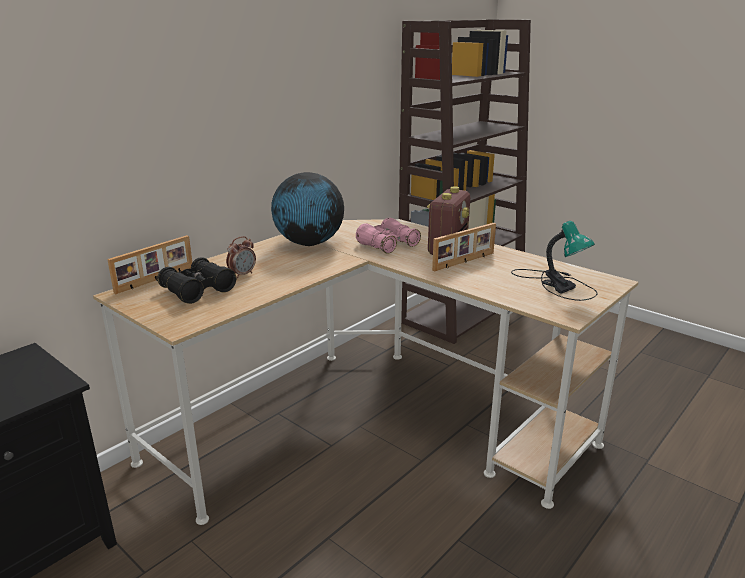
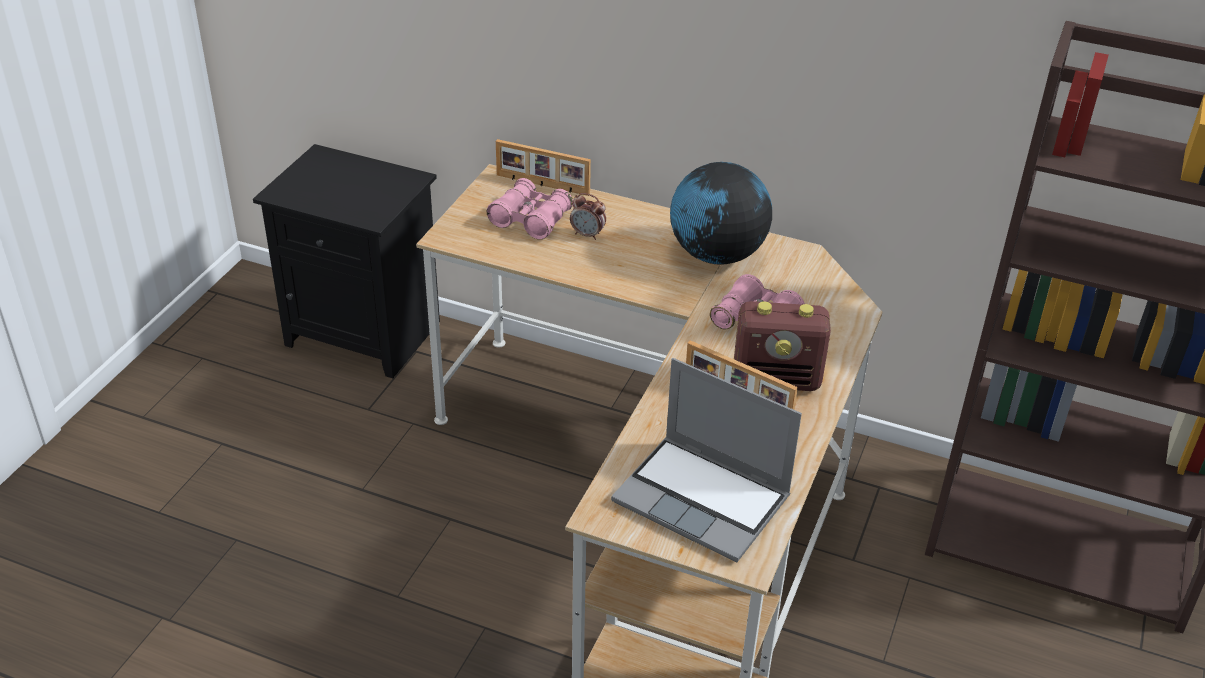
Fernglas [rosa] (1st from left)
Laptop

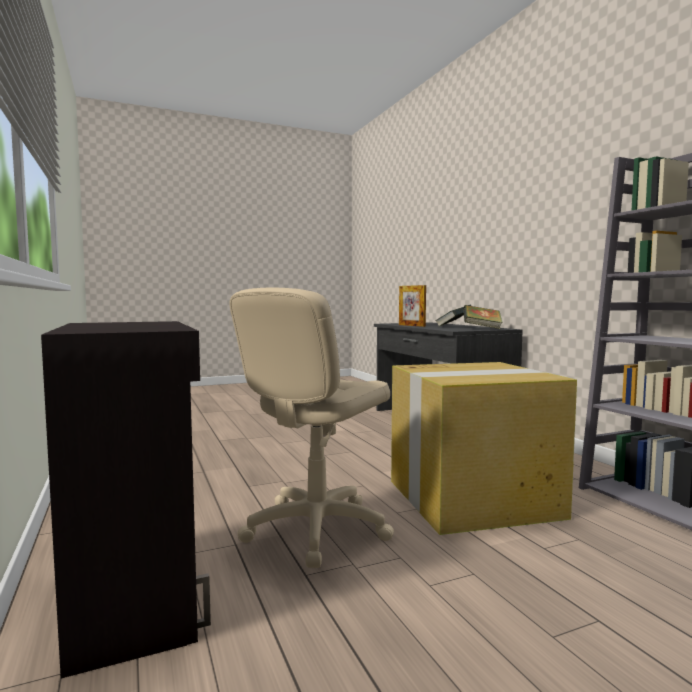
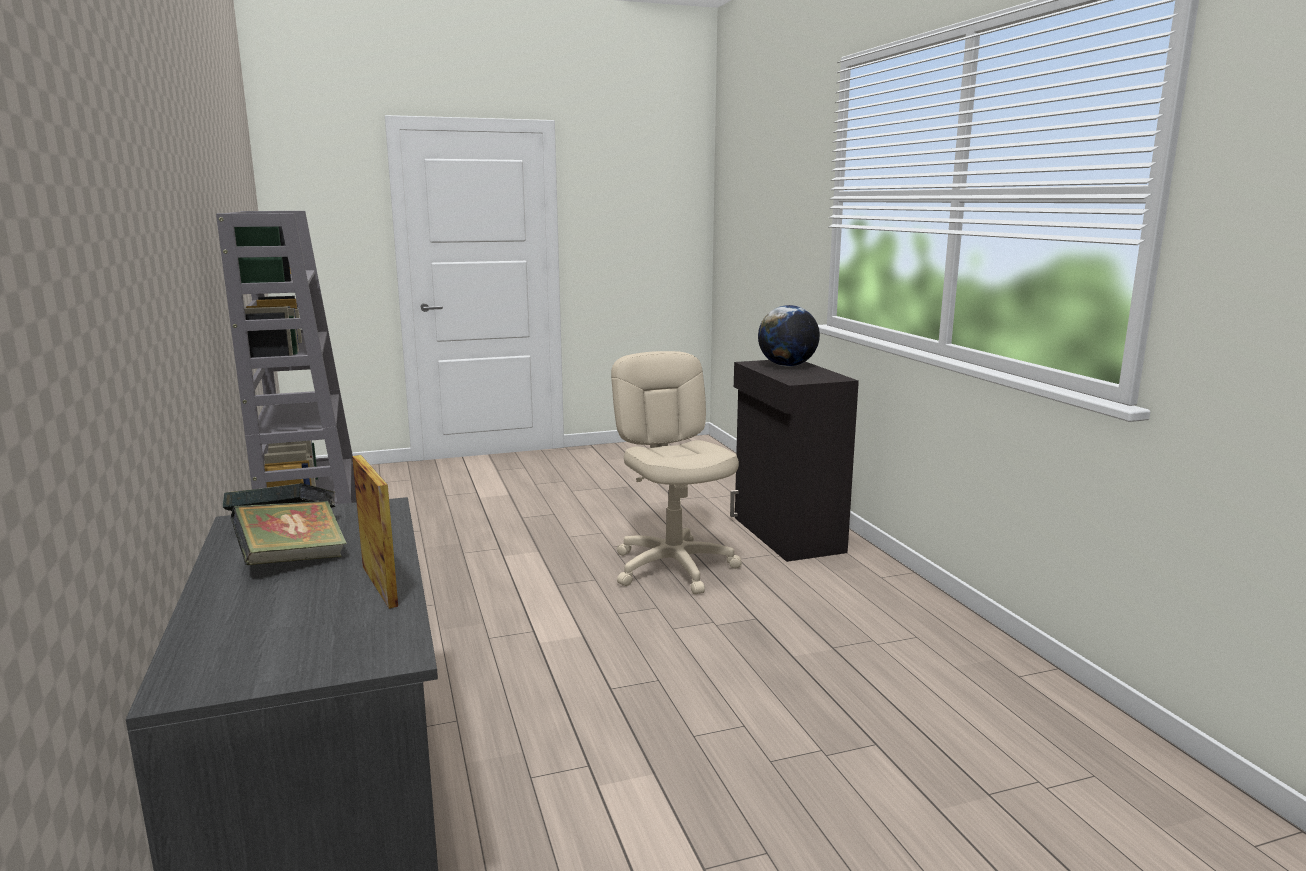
Bürostuhl [beige]
Karton
Globus

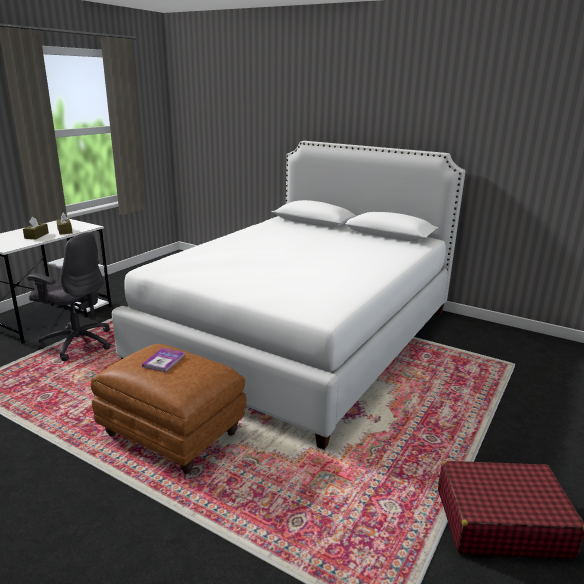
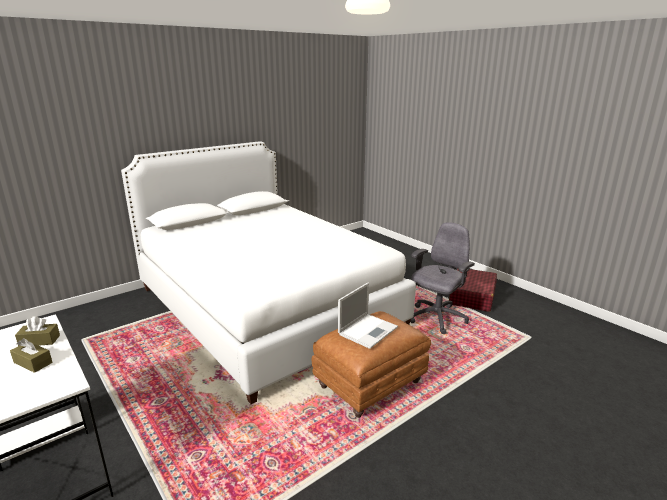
Bürostuhl [grau]
Laptop

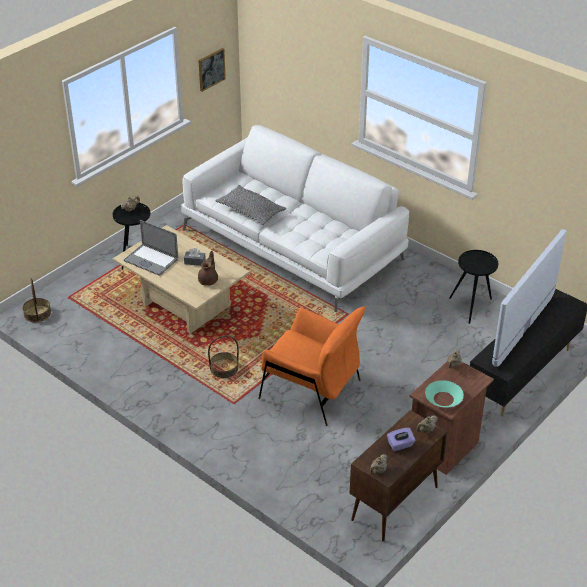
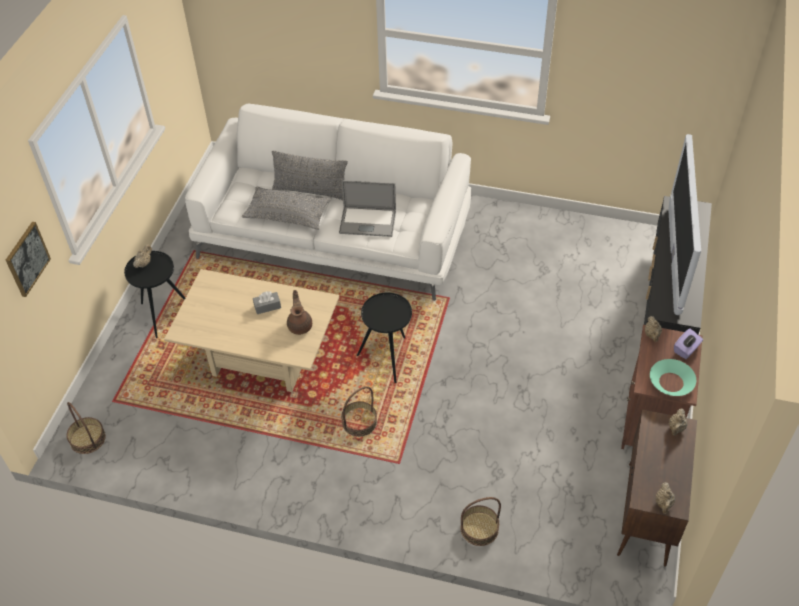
Laptop
Bild
Sessel [orange]
Taschentuchbox [lila]
Beistelltisch [schwarz] (2nd from left)
Kissen [grau] (2nd from left)
Korb (3rd from left)

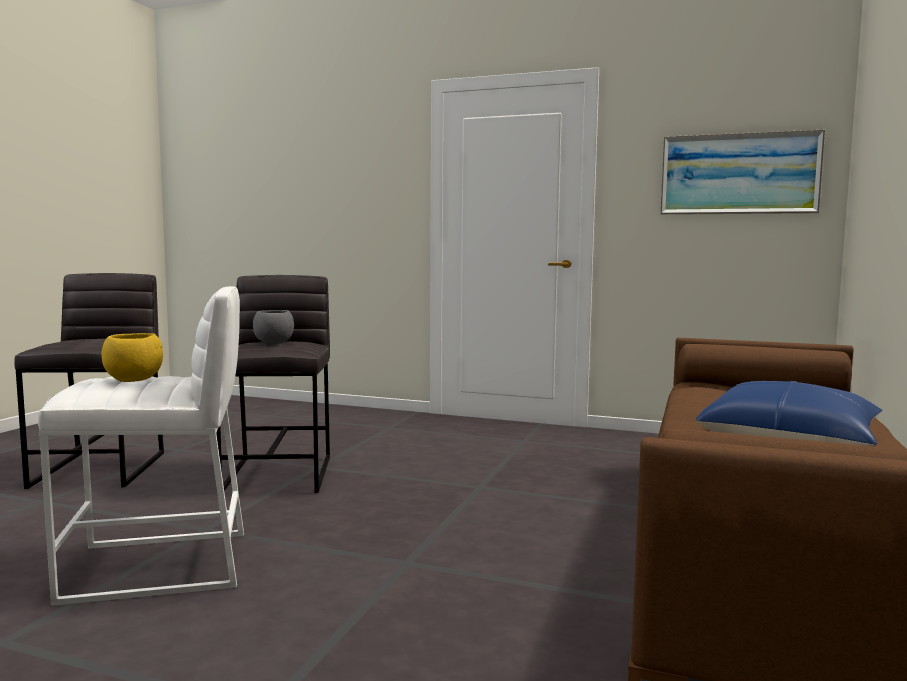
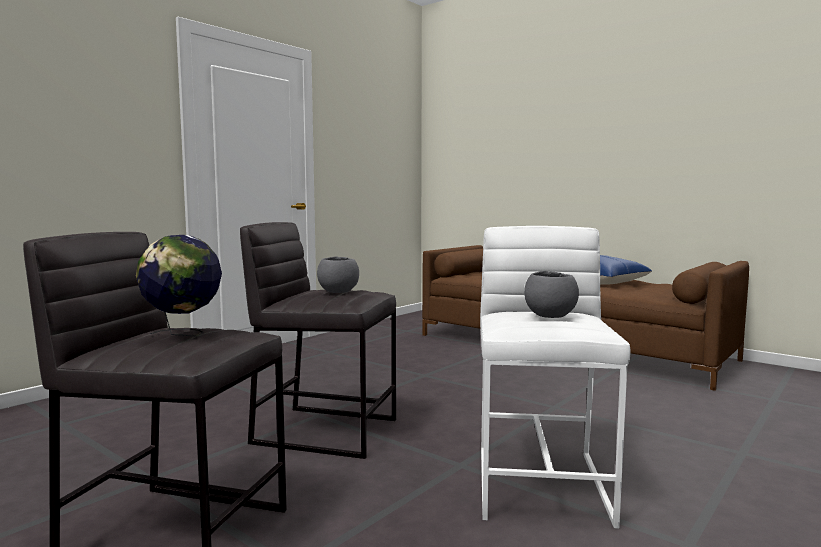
Schüssel [grau] (2nd from left)
Bild
Globus

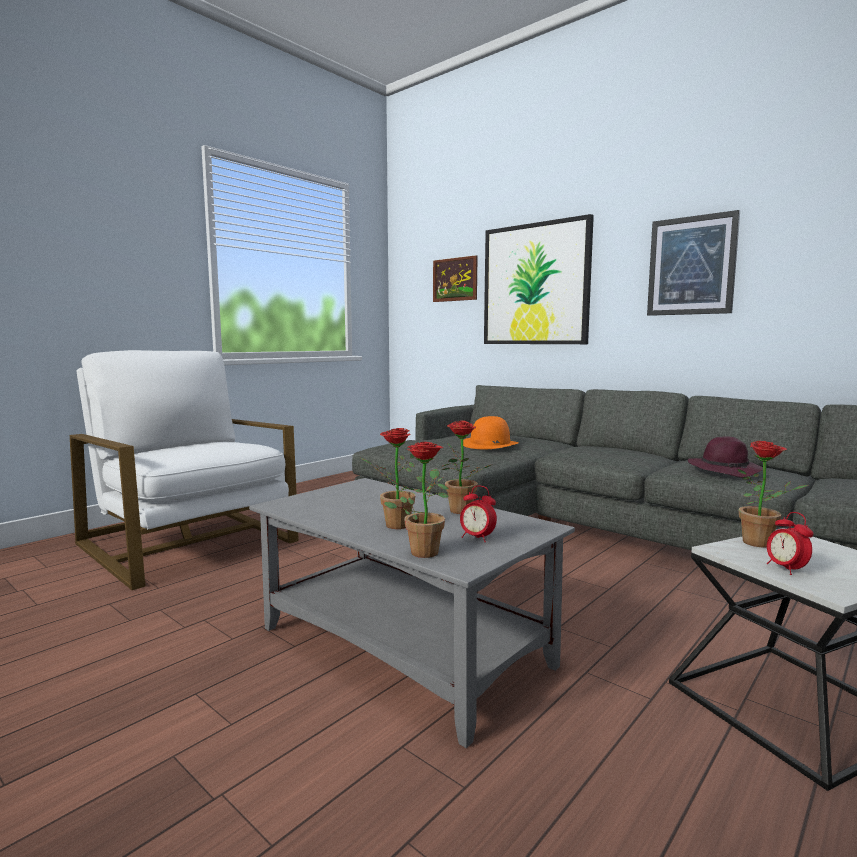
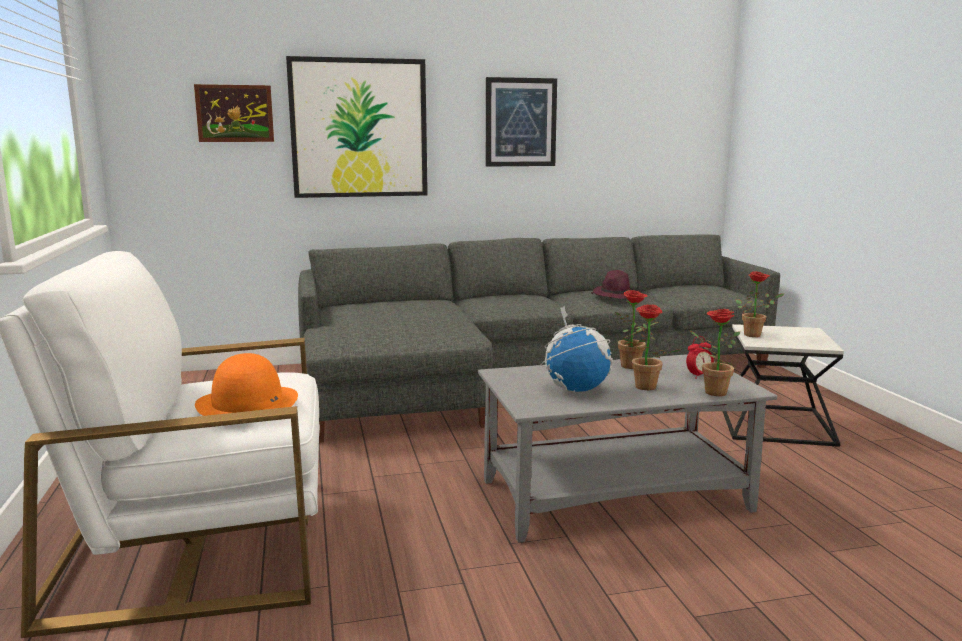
Hut [orange]
Wecker (2nd from left in the first image)
Globus

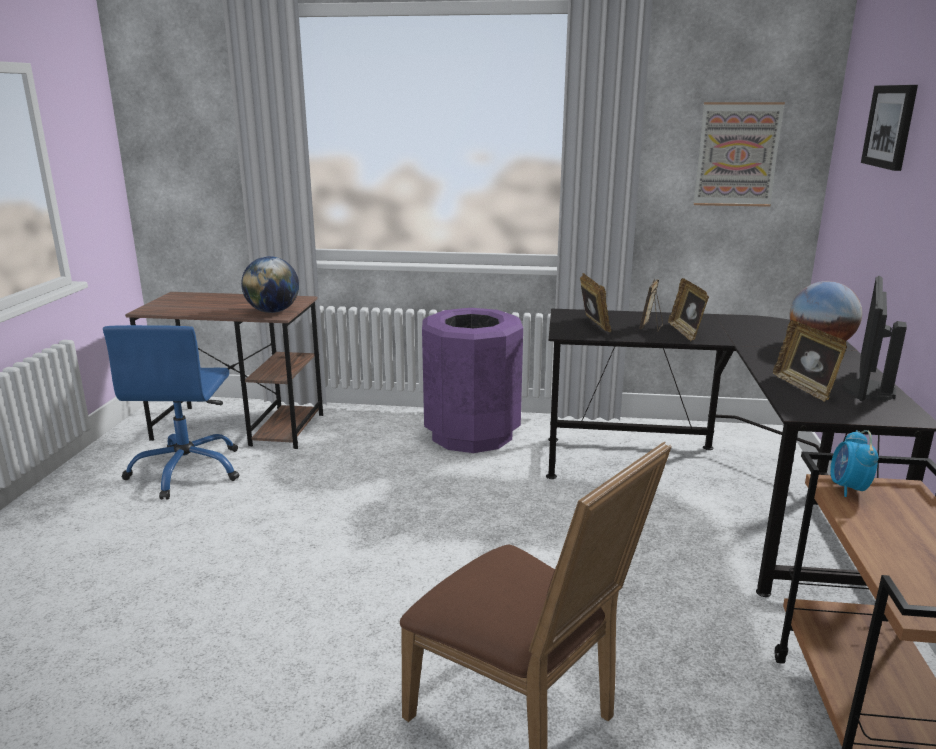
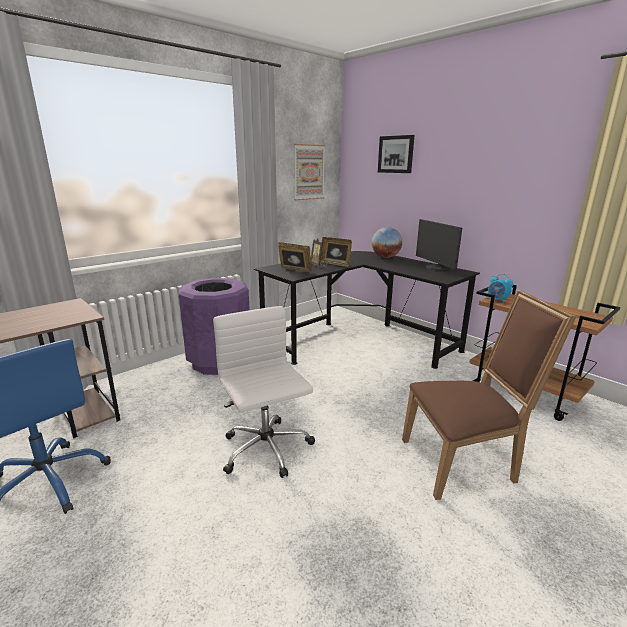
Globus (1st from left in the first image)
Bilderrahmen (4th from left in the first image)
Bürostuhl [weiß]

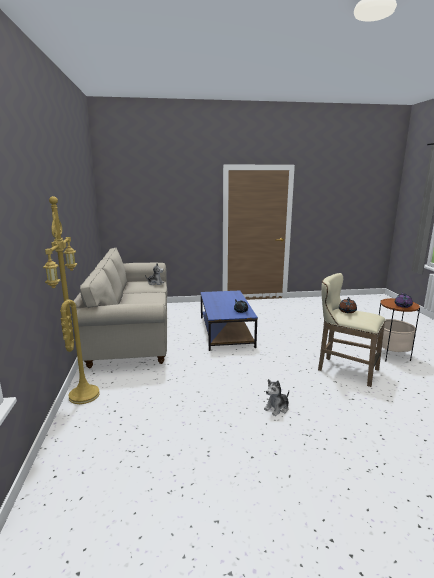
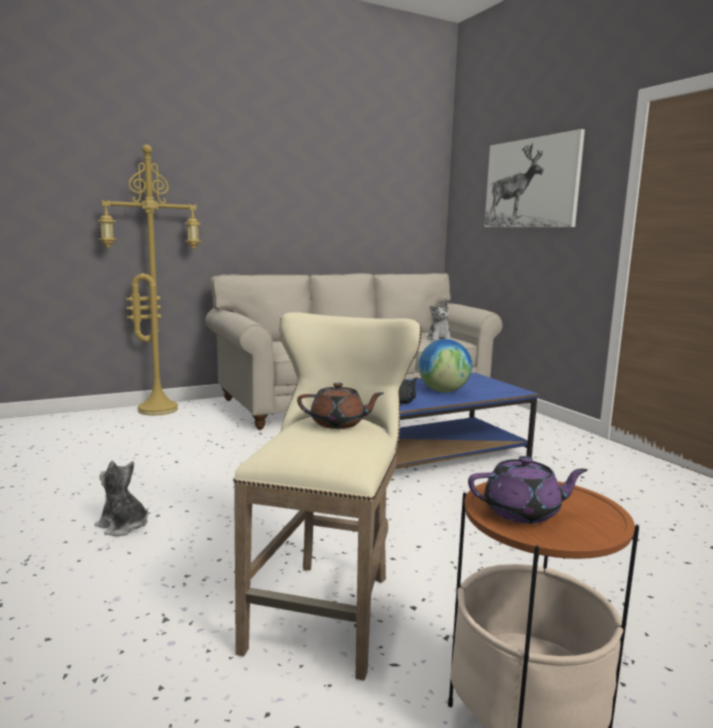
Globus
Bild

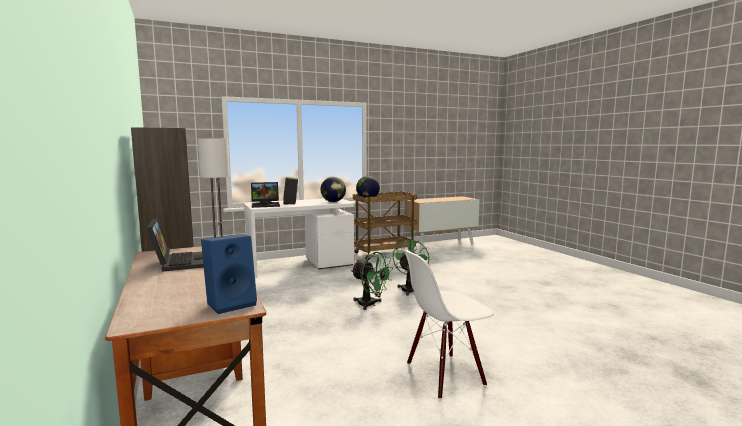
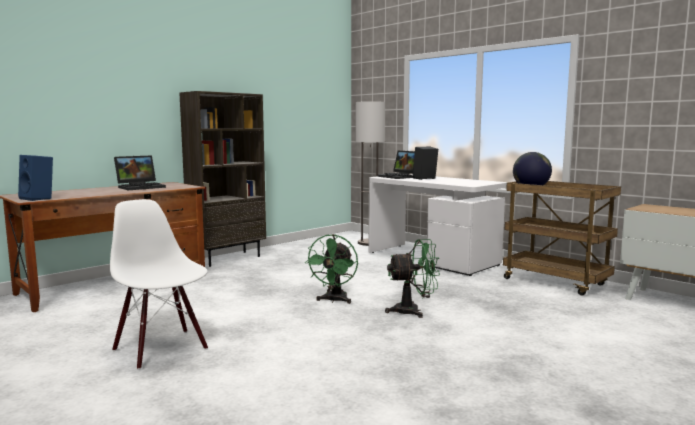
Globus (1st from left in the first image)

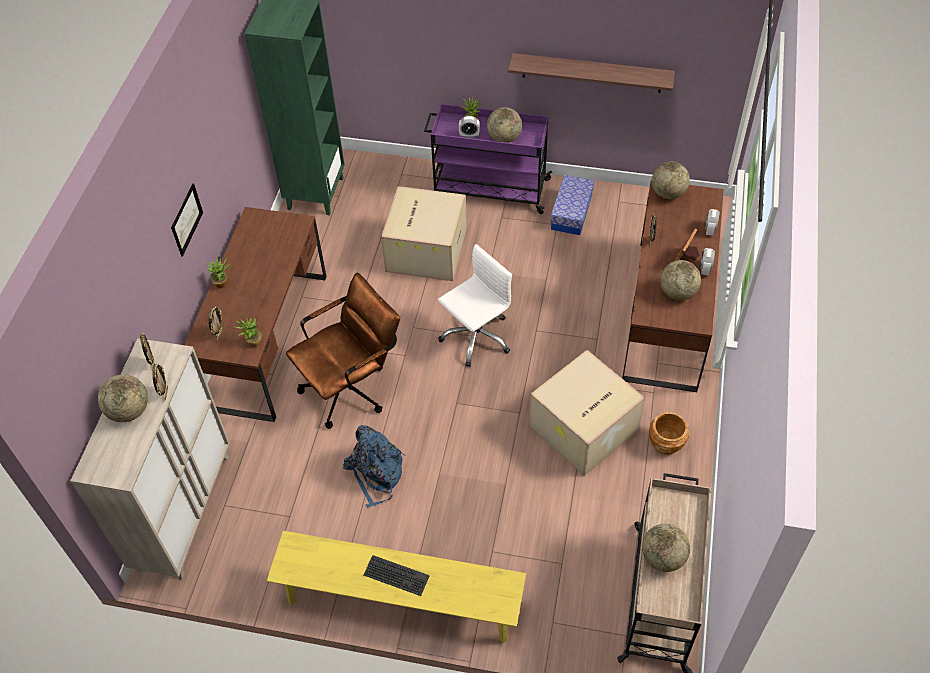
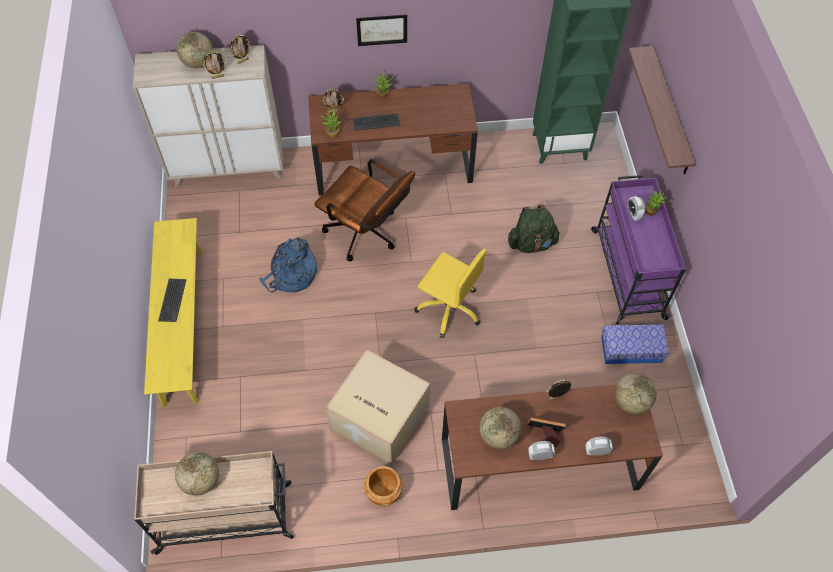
Rucksack [grün]
Bürostuhl [gelb]
Globus (2nd from left in the first image)
Wandregal
Tastatur (2nd from left)

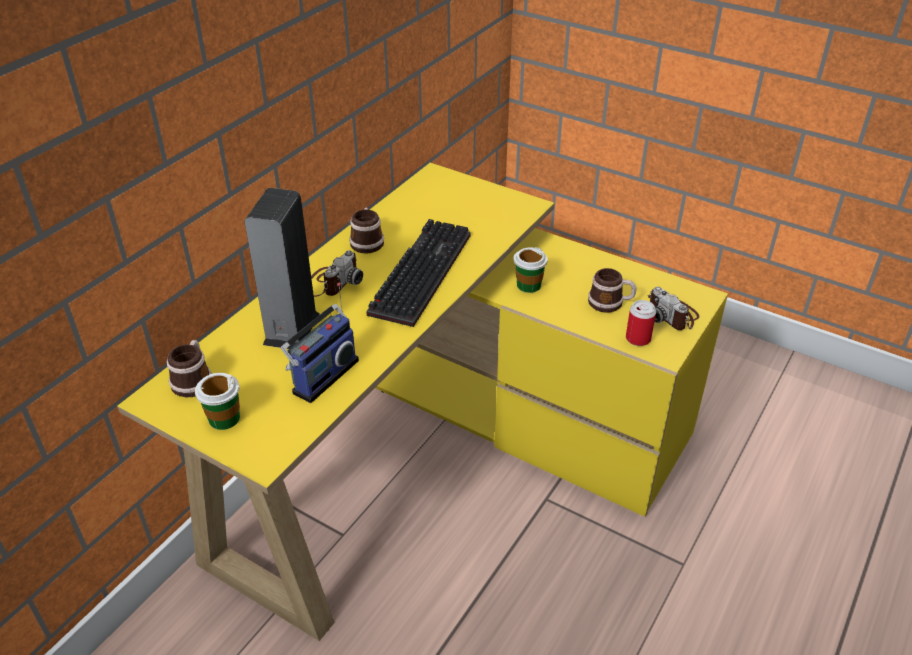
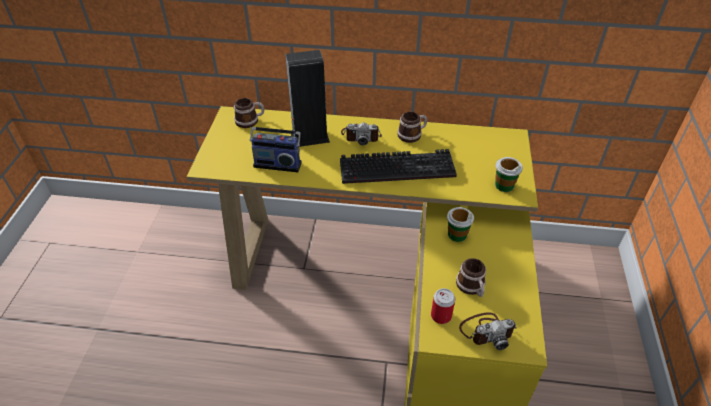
Tasse (2nd from left)
Kamera (2nd from left)

